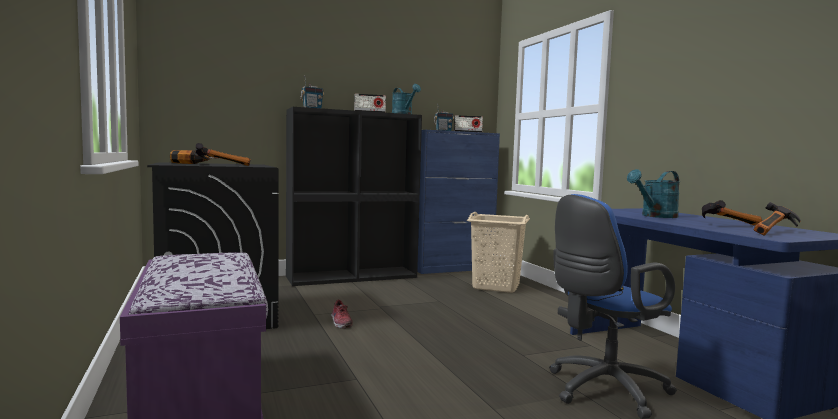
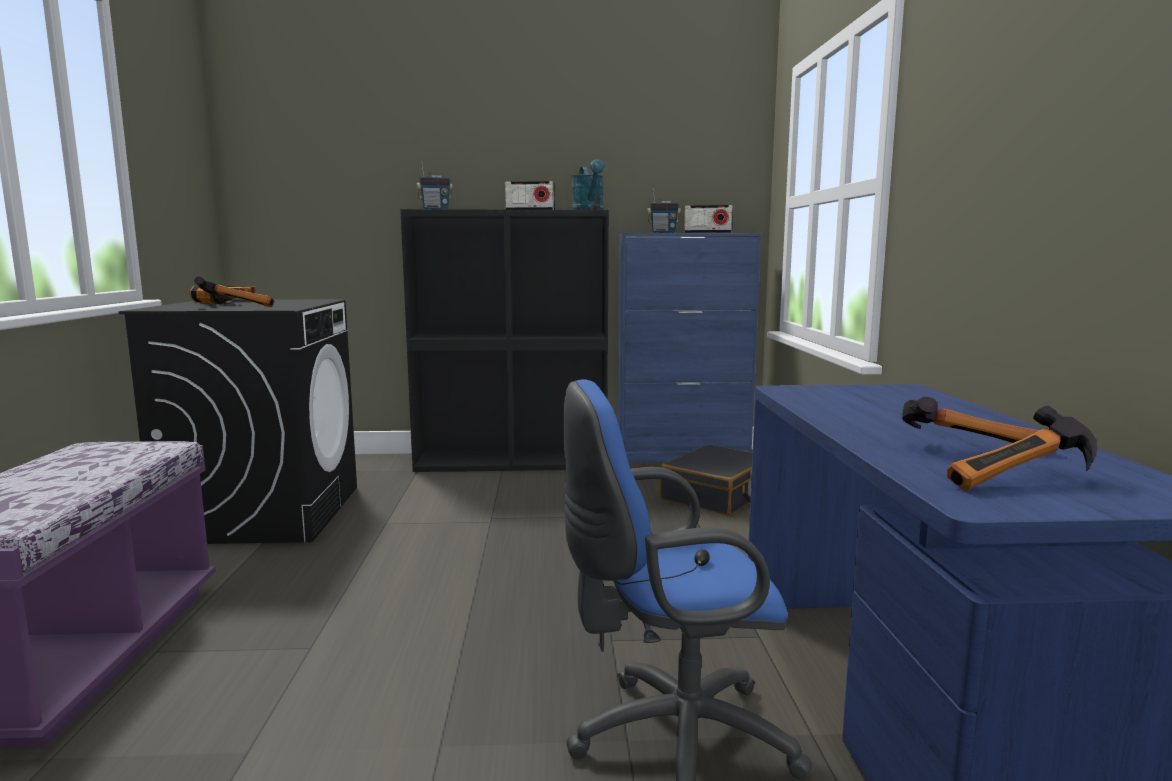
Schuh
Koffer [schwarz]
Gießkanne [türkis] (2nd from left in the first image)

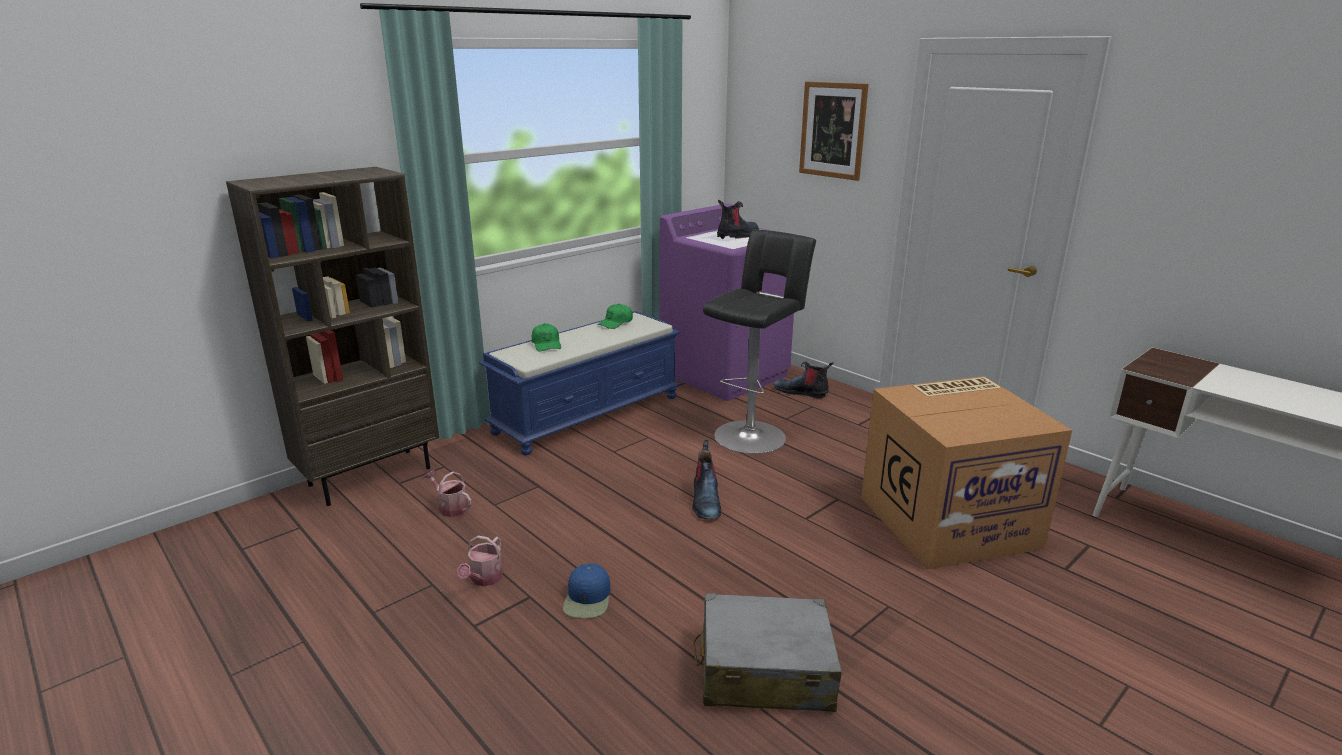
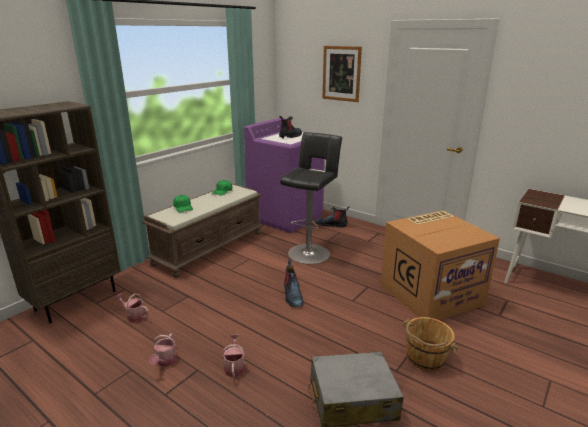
Bank [braun]
Gießkanne (3rd from left)
Eimer [braun]

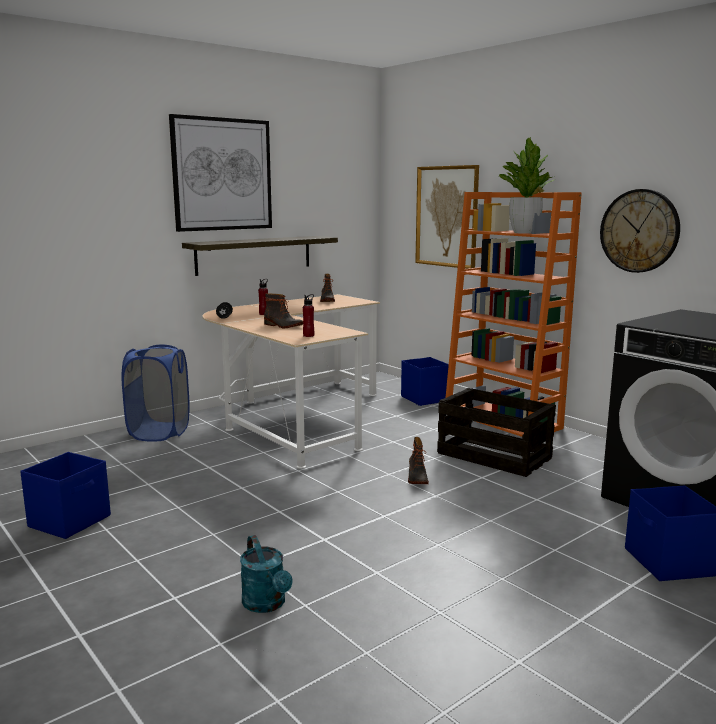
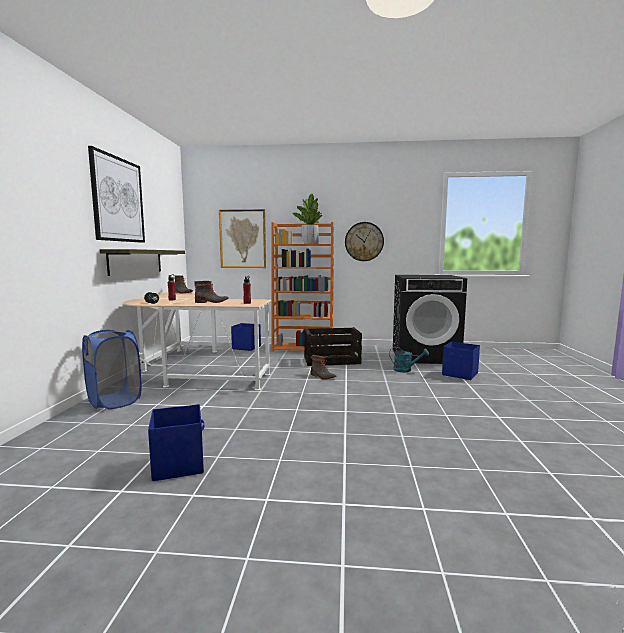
Gießkanne [türkis]

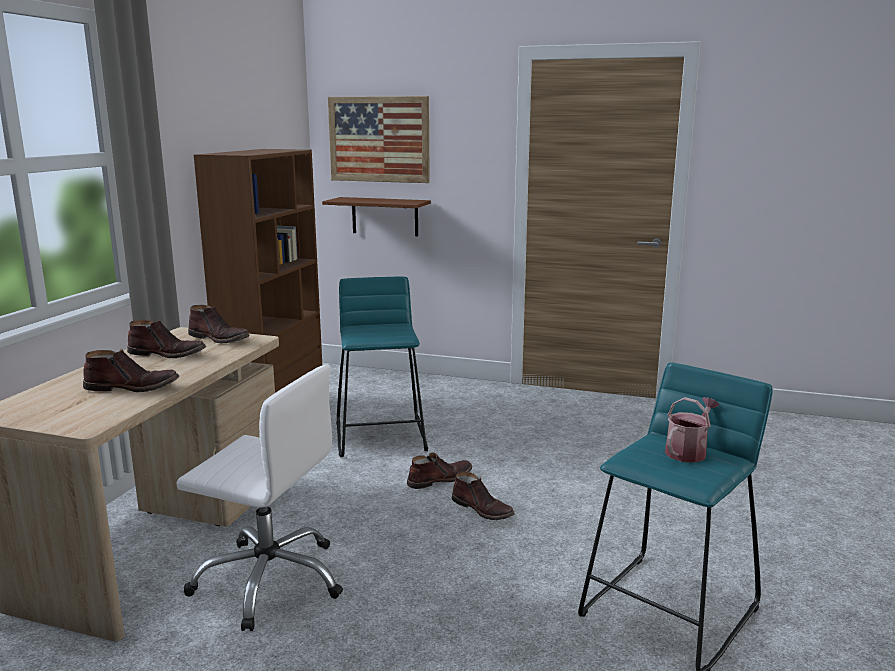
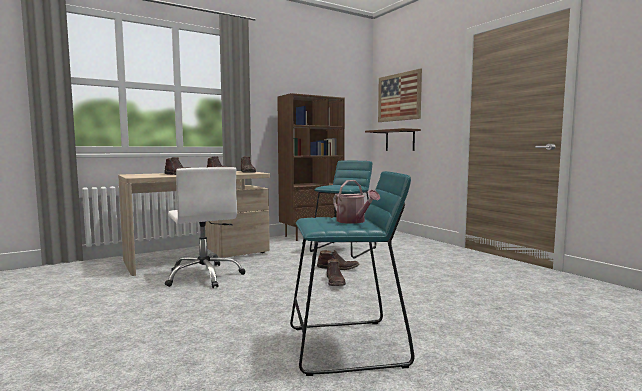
Gießkanne

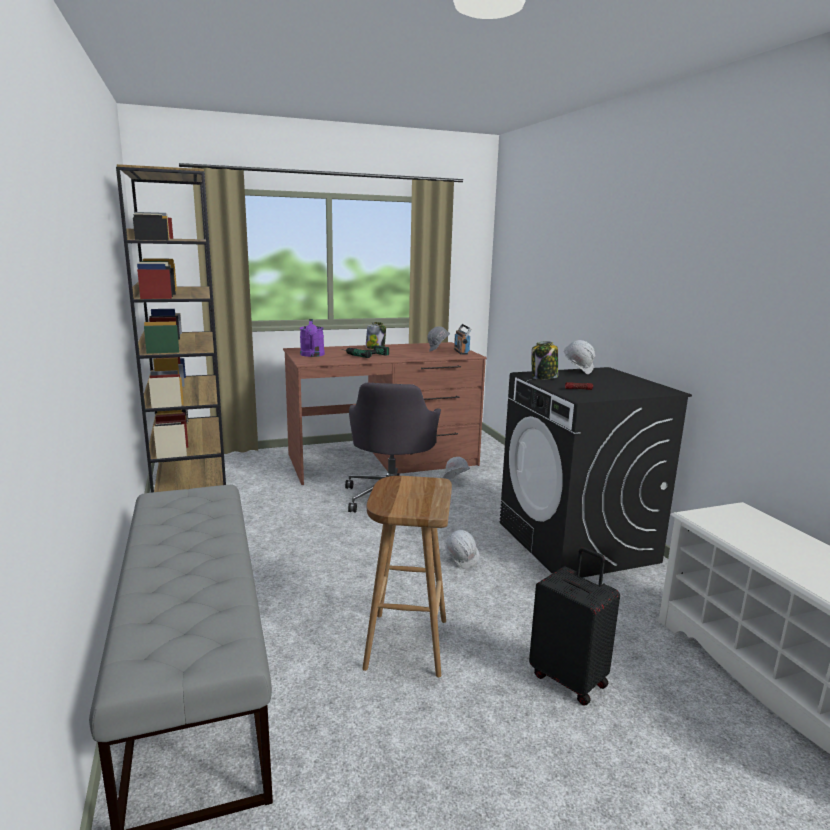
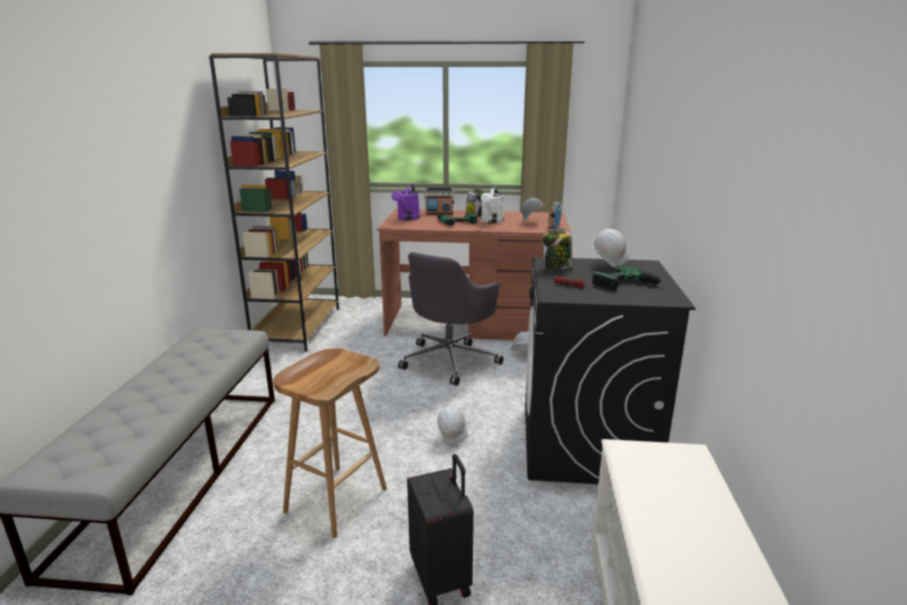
Radio (1st from left)
Gießkanne [weiß]
Bohrmaschine (2nd from left)

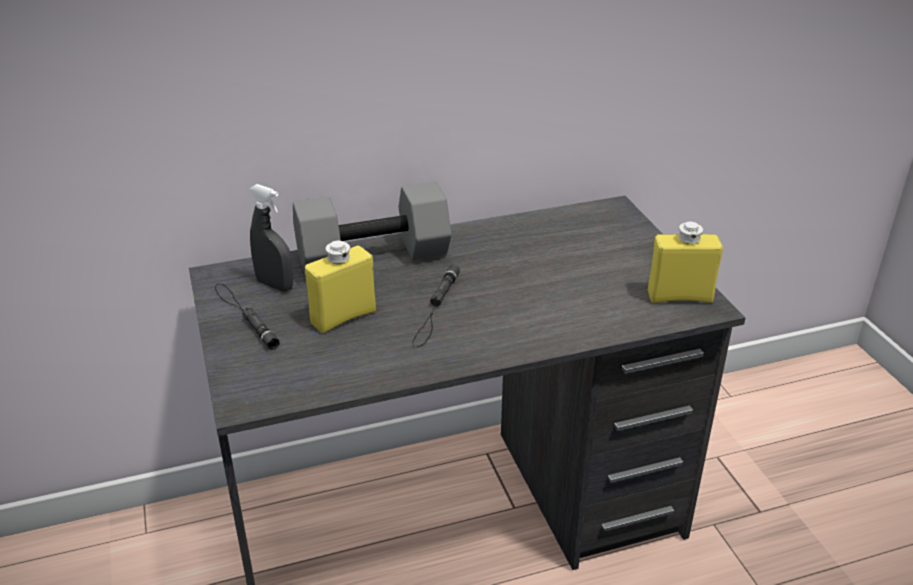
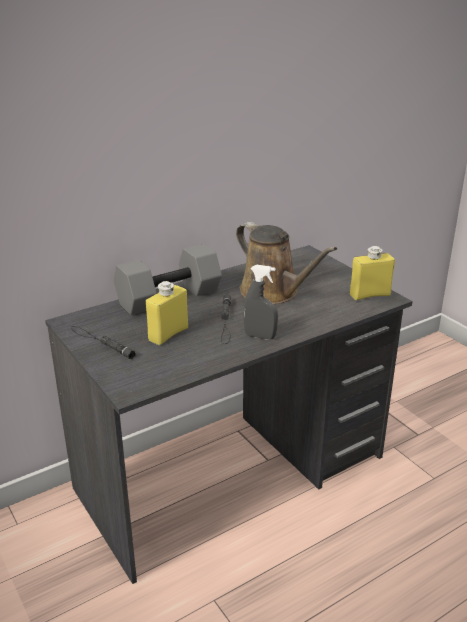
Sprühflasche [grau]
Gießkanne [braun]

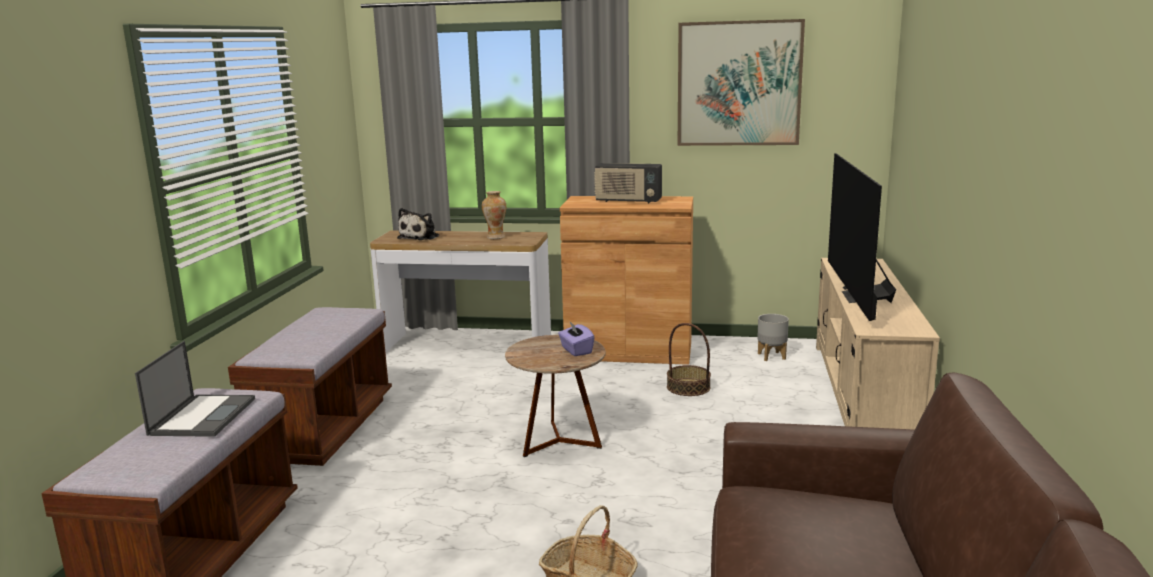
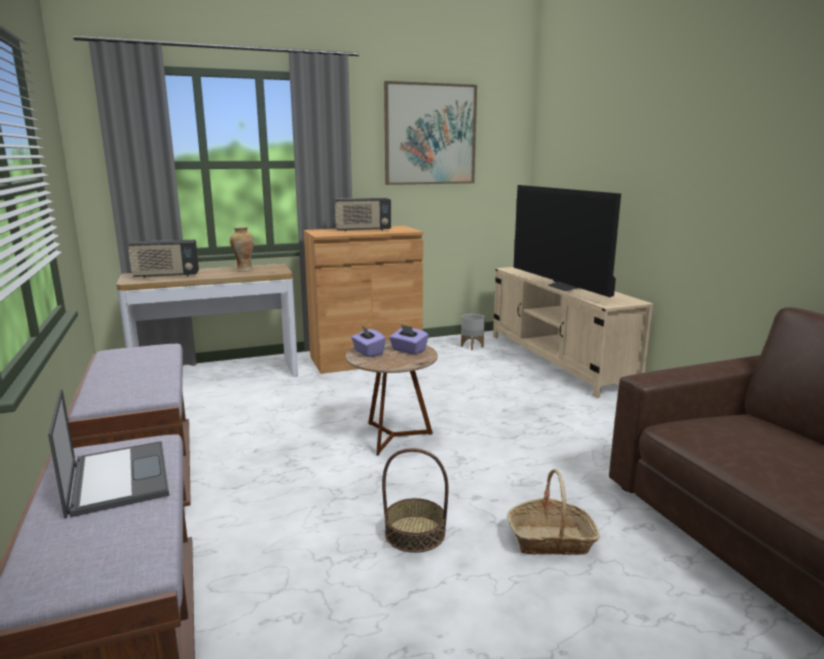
Radio (1st from left)
Korb (1st from left)
Taschentuchbox [lila] (1st from left)

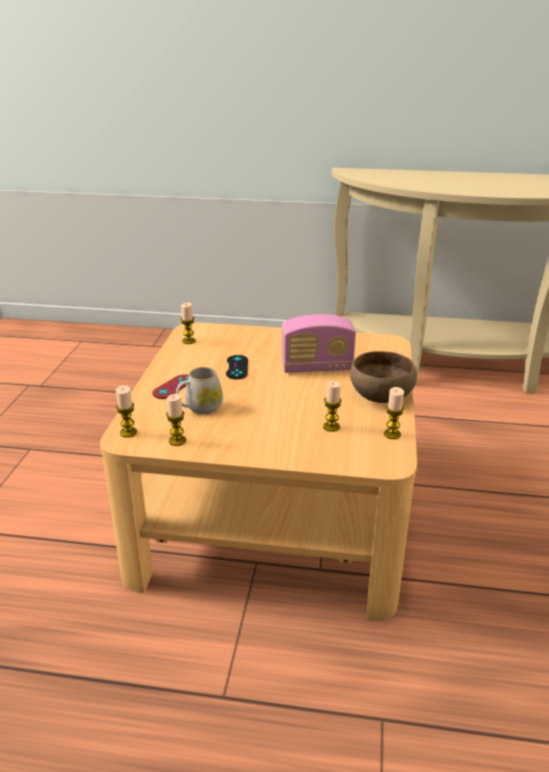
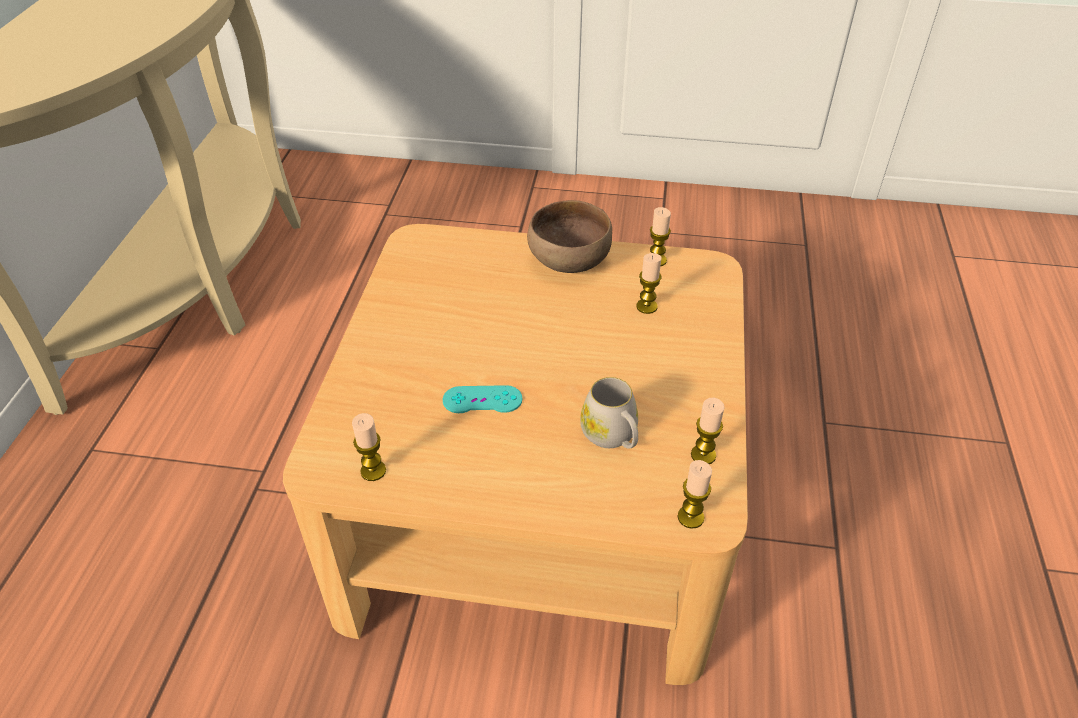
Gamepad [rot]
Gamepad [türkis]
Radio

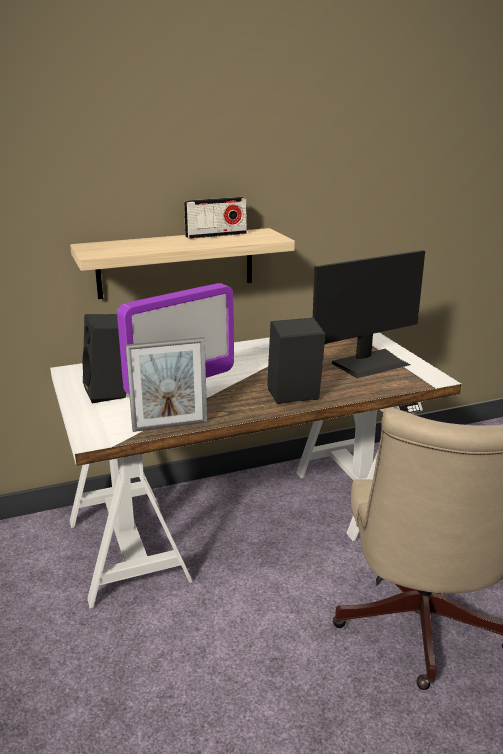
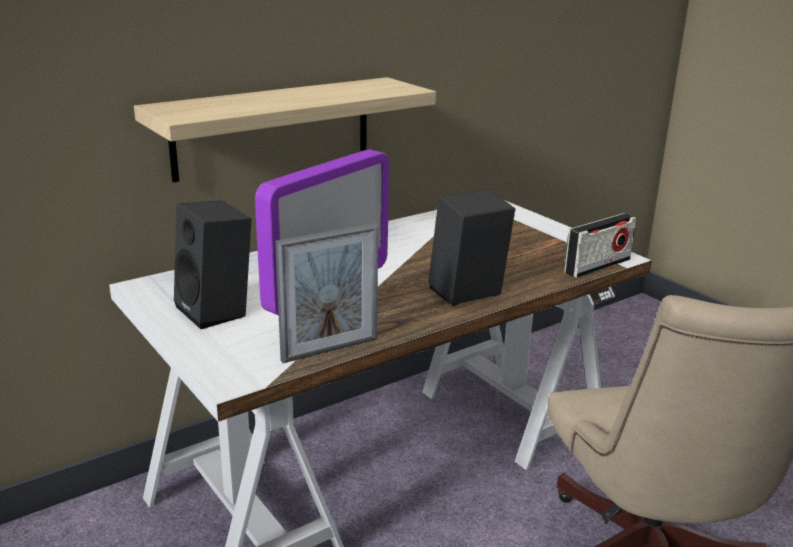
Radio
Monitor (2nd from left in the first image)

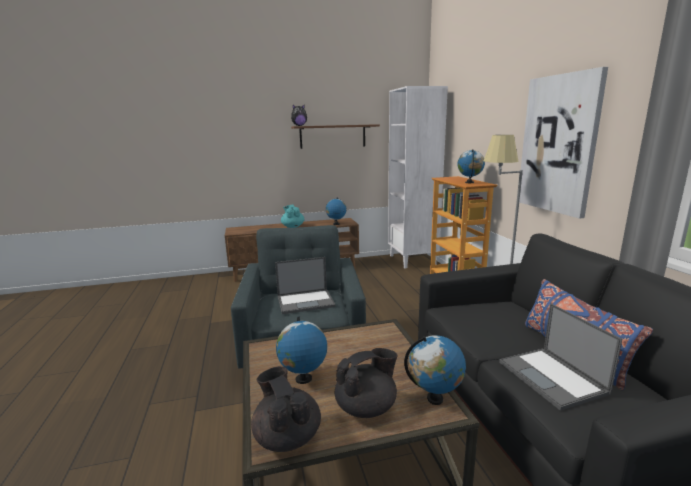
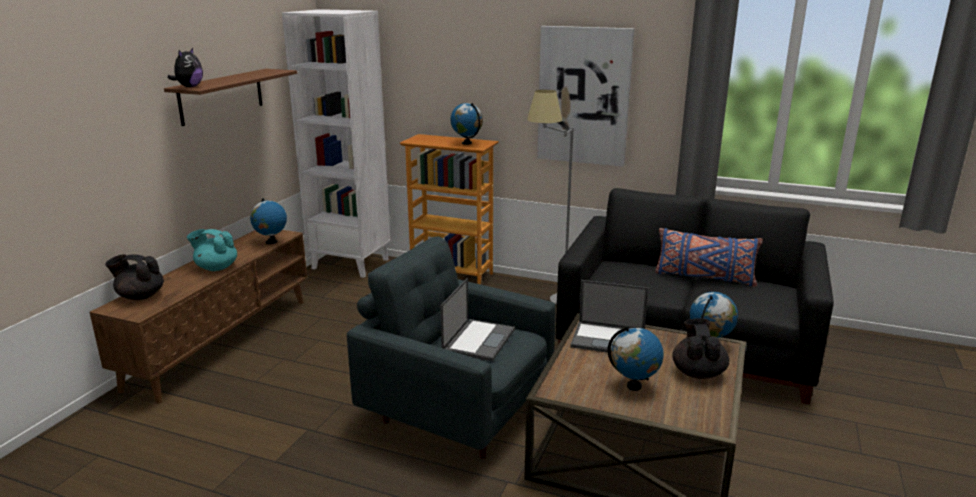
Teekanne [schwarz] (1st from left)
Laptop (2nd from left)

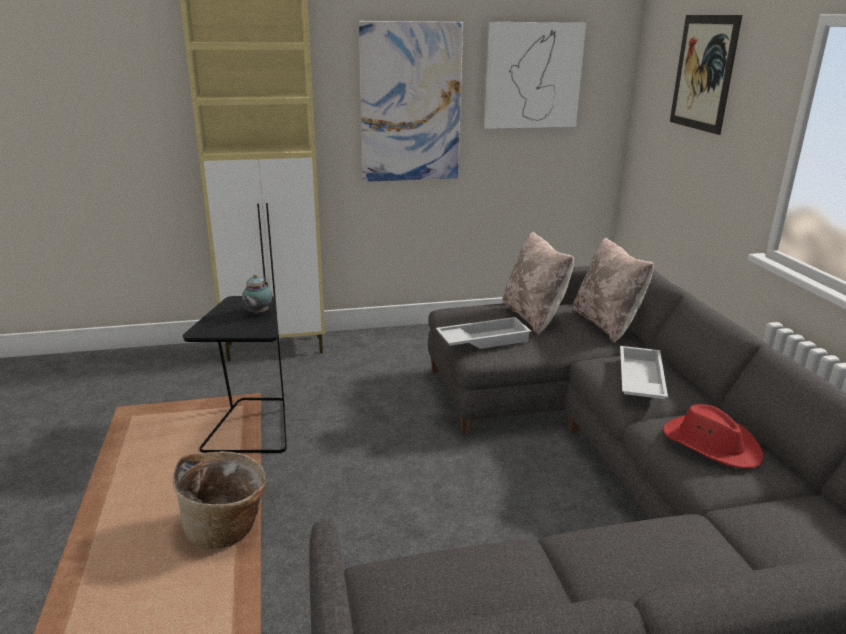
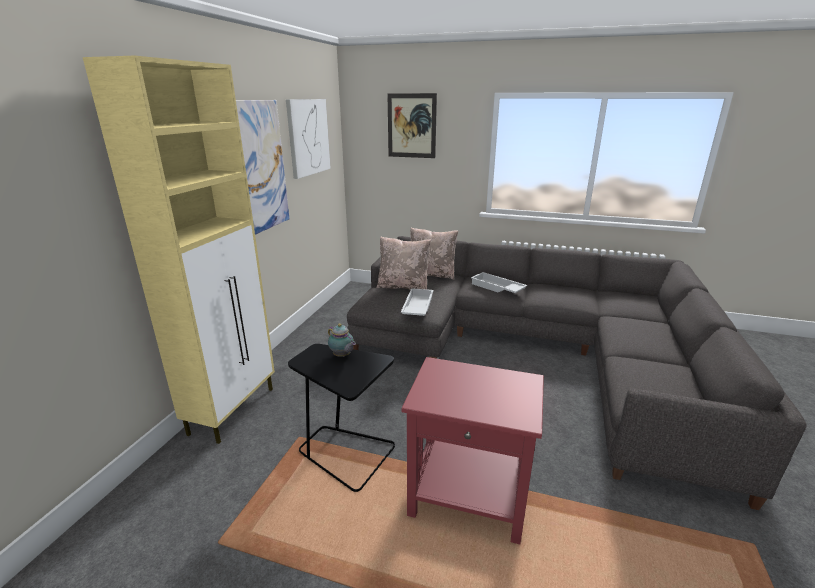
Beistelltisch [rot]
Hut [rot]

